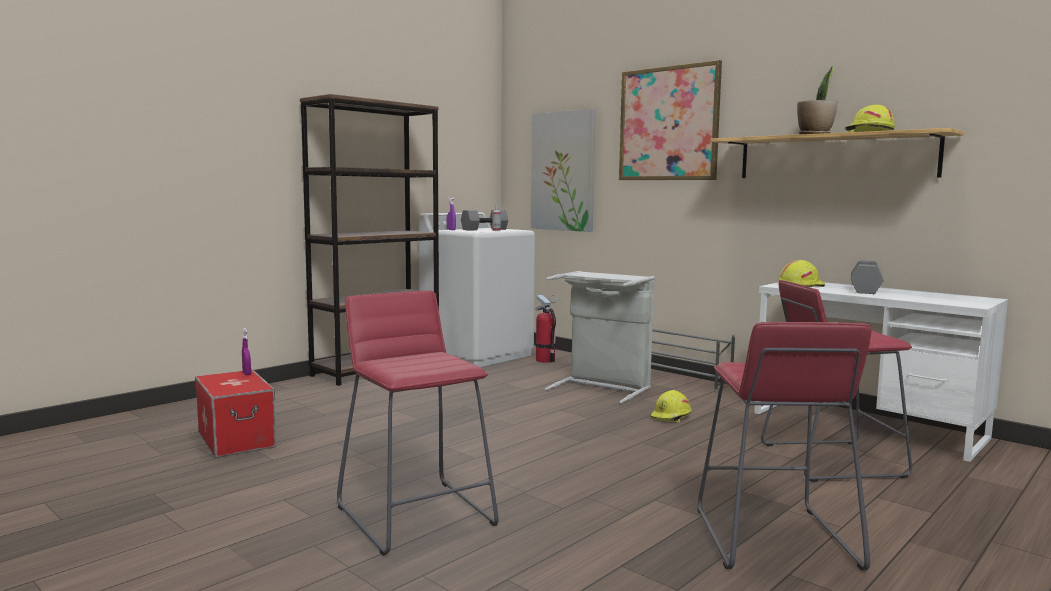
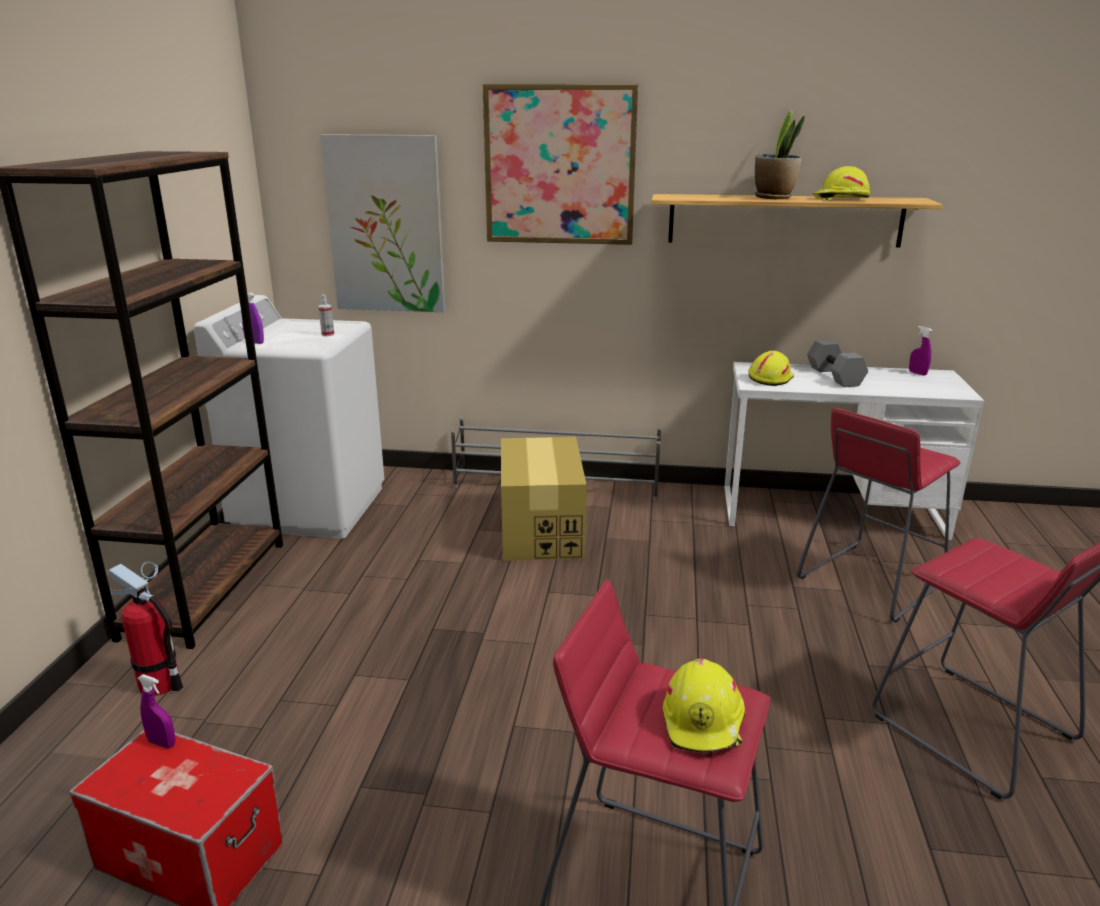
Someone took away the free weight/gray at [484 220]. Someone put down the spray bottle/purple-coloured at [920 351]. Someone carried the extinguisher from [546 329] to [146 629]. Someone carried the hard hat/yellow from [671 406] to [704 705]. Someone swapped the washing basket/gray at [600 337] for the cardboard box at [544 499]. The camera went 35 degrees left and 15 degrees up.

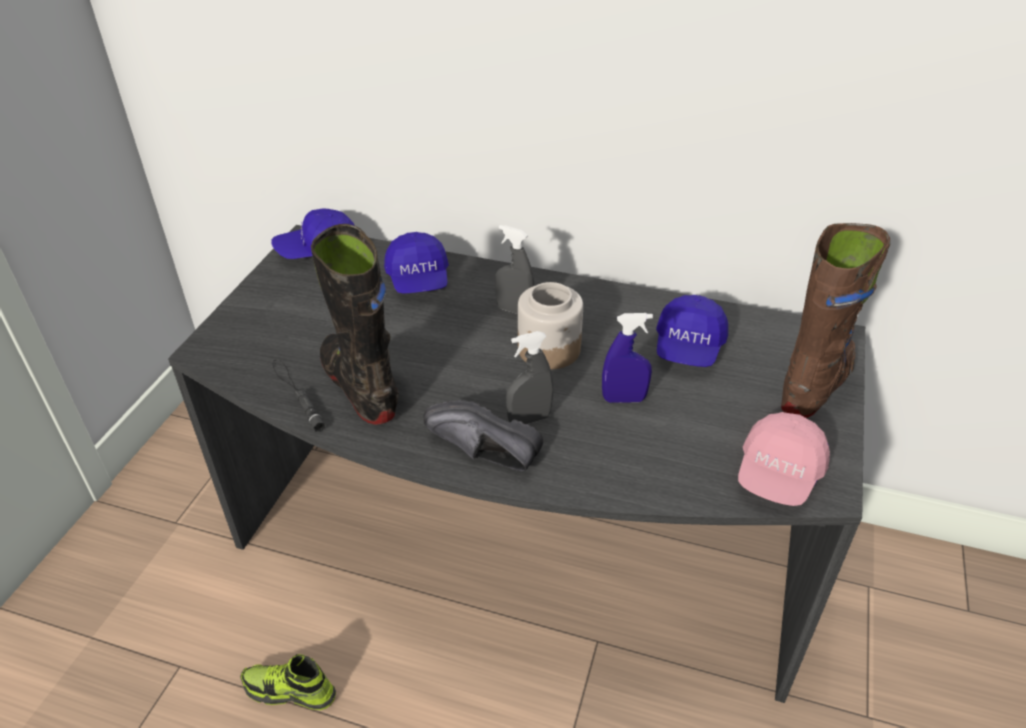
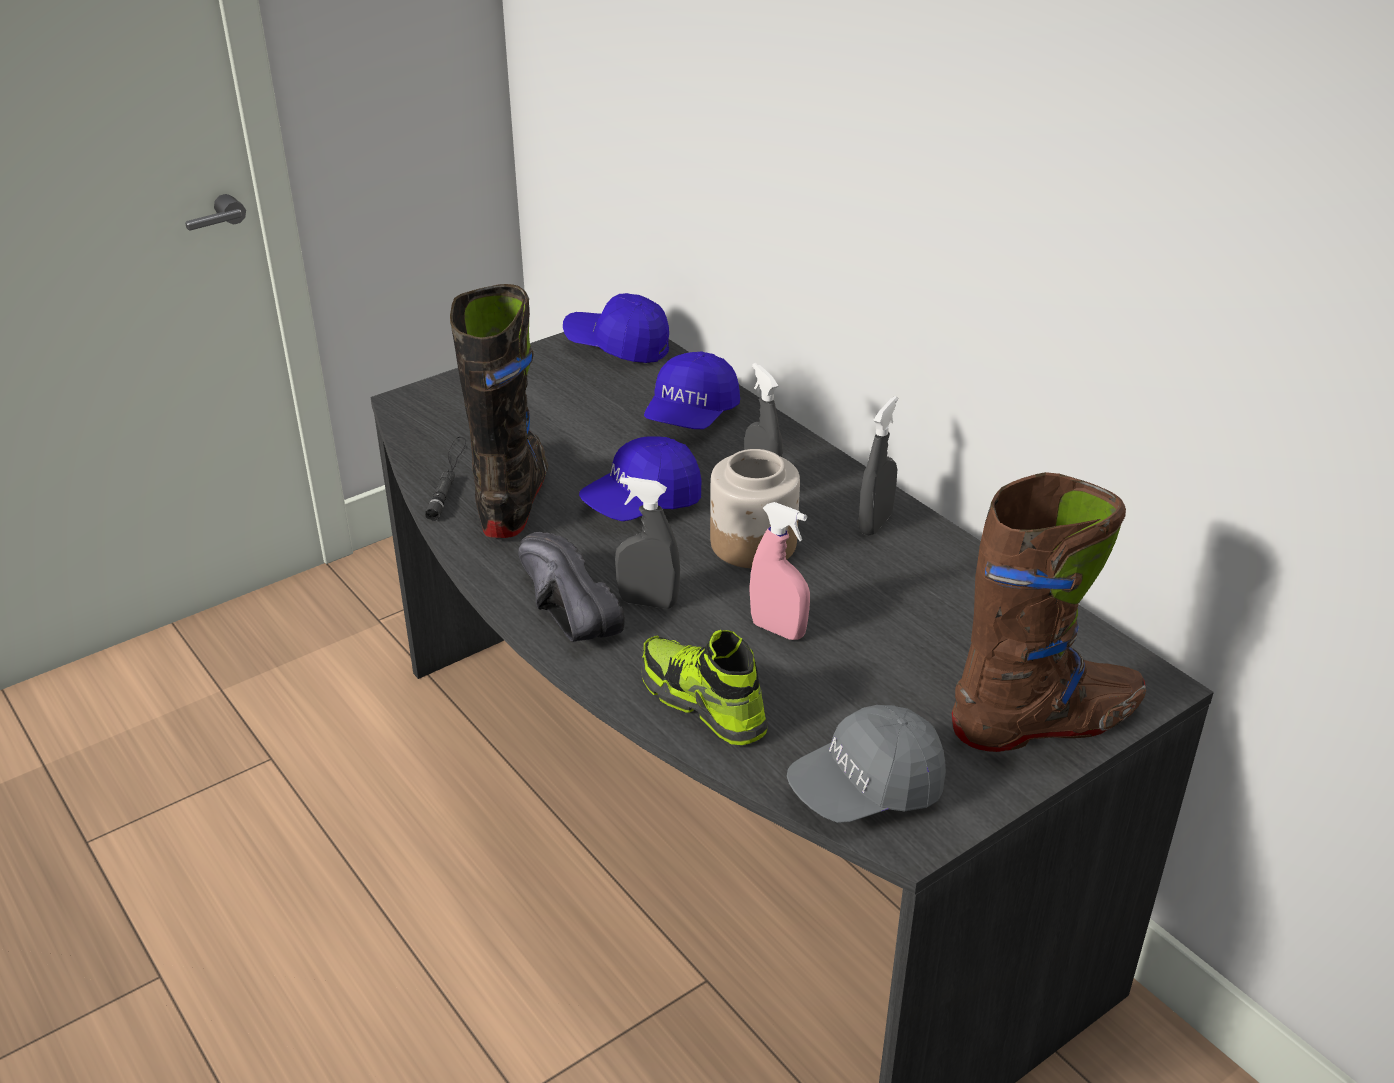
Someone put down the spray bottle/gray at [878 466]. Someone carried the shoe from [288 682] to [704 687]. Someone carried the baseball cap/blue from [692 331] to [640 478]. Someone repainted the spray bottle/blue at [627 358], which became the spray bottle/pink-coloured at [779 571]. Someone repainted the baseball cap/pink-coloured at [784 459], which became the baseball cap/gray at [866 764]. The camera went 35 degrees right and 5 degrees down.

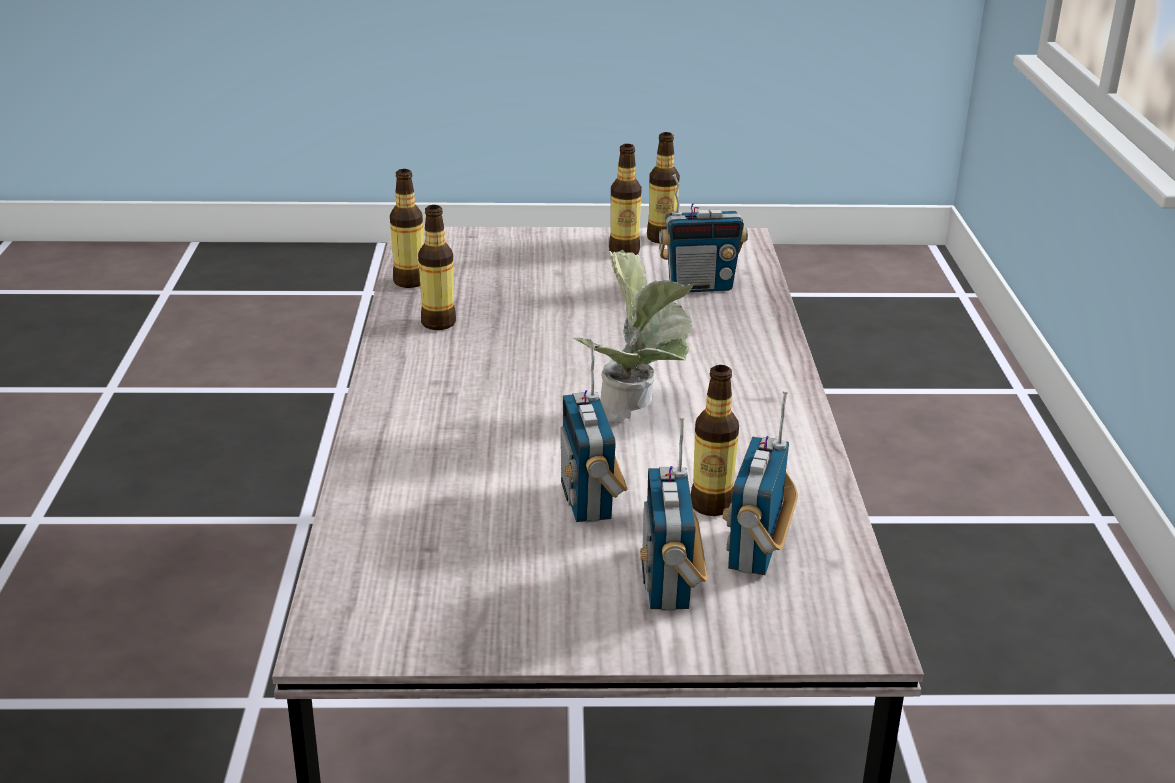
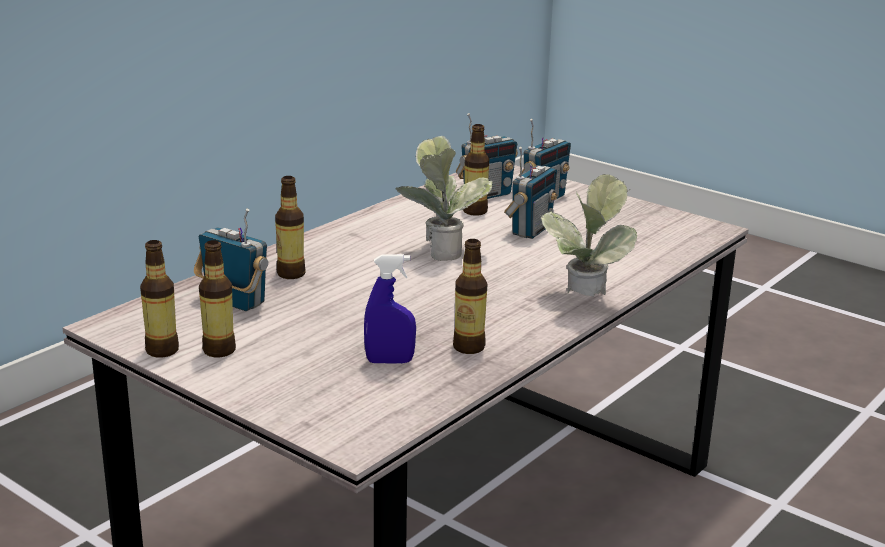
Someone put down the spray bottle/blue at [390 309]. Someone put down the houseplant at [589 235]. Someone carried the beverage bottle from [406 228] to [290 227]. The camera went 140 degrees left and 5 degrees down.

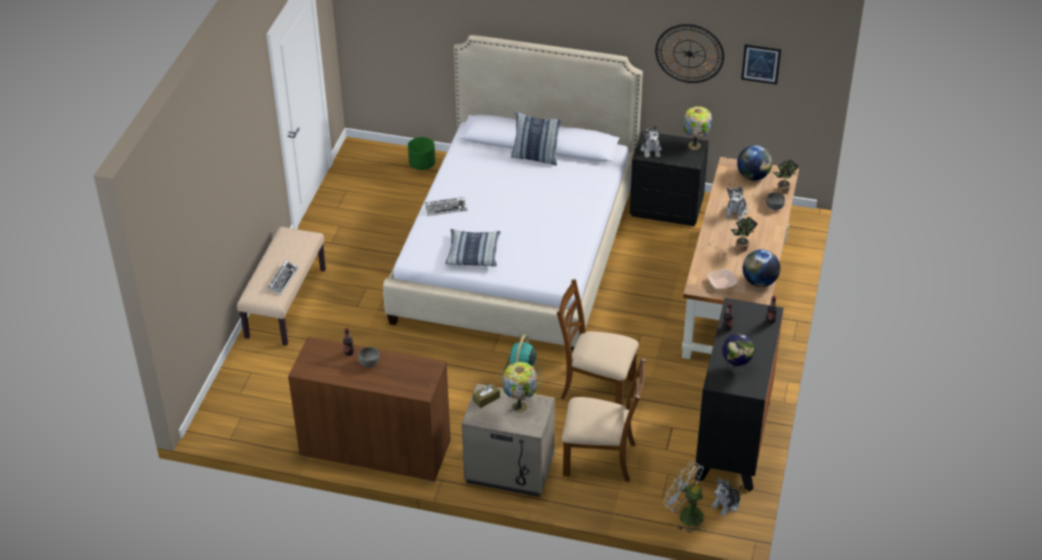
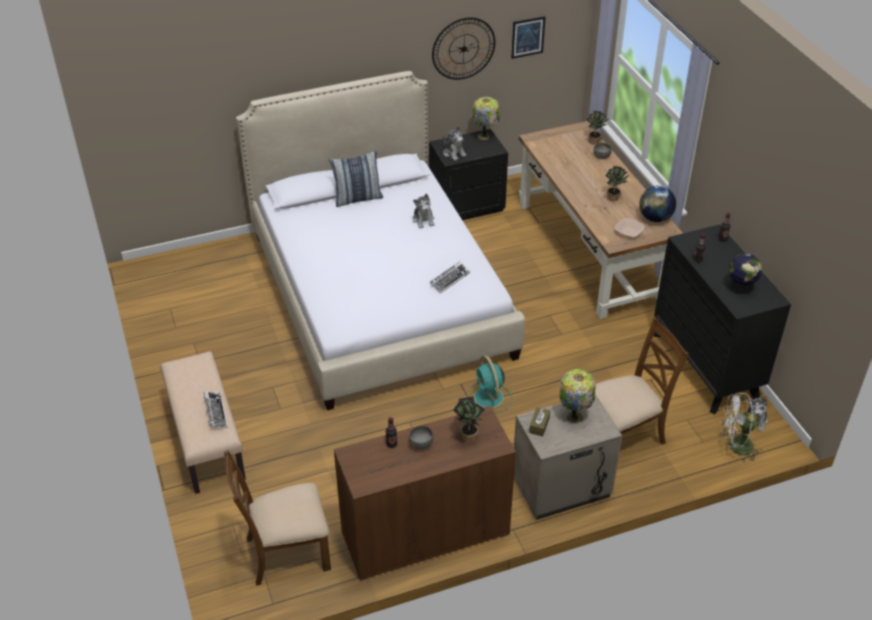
Someone took away the flower pot/green at [421 153]. Someone took away the pillow at [473 247]. Someone took away the globe at [754 163]. Someone put down the houseplant at [469 419]. Someone carried the PC keyboard from [446 206] to [450 277]. Someone carried the upright chair/brown from [598 342] to [277 518]. Someone carried the plush toy from [736 203] to [424 211]. The camera went 35 degrees left and 0 degrees up.

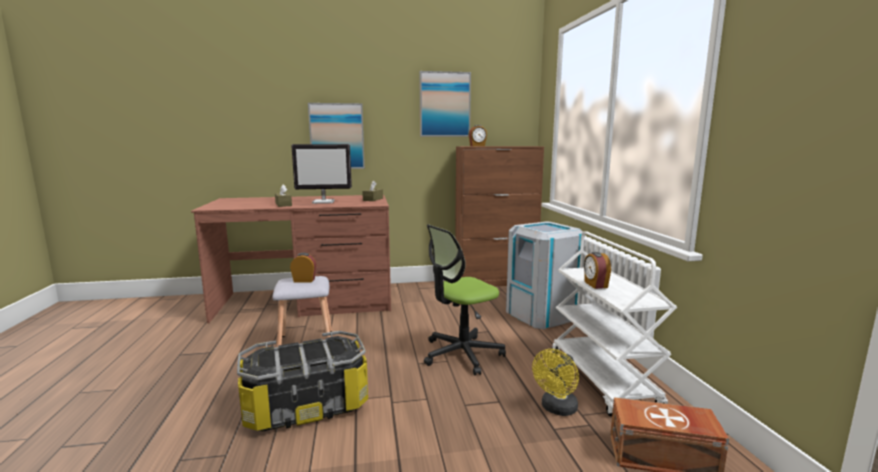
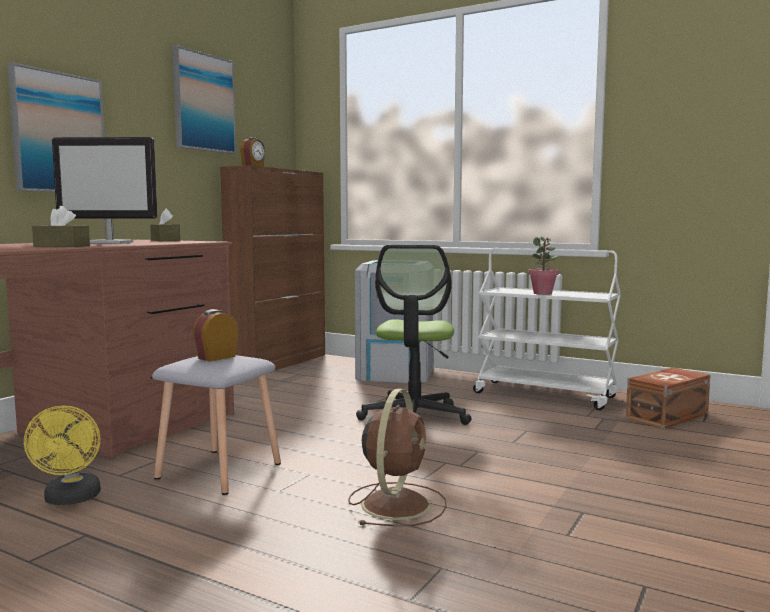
Someone carried the electric fan/yellow from [555 382] to [62 455]. Someone swapped the storage container at [302 381] for the electric fan/brown at [397 457]. Someone swapped the table clock at [597 270] for the houseplant at [543 266]. Someone rotated the computer screen at [321 174] by 60 degrees clockwise. The camera went 50 degrees left and 5 degrees down.

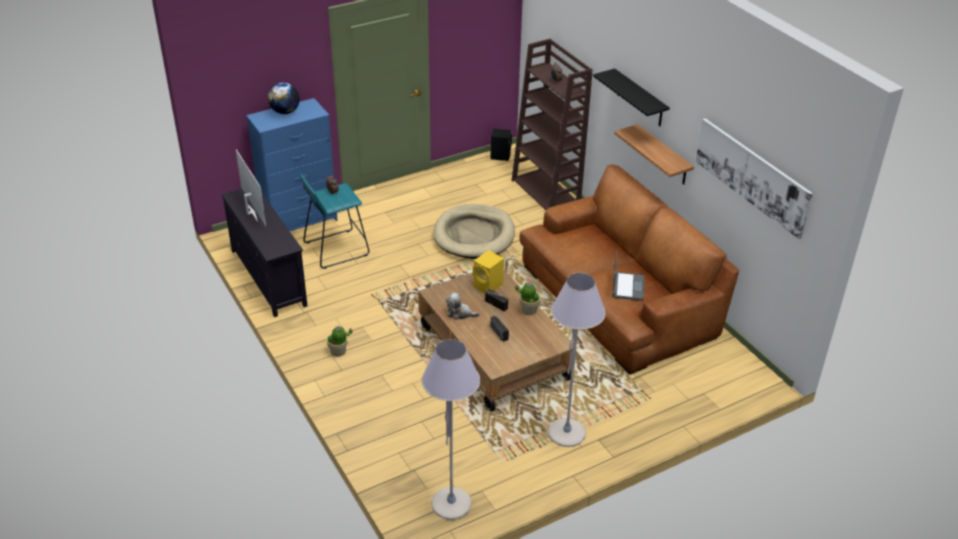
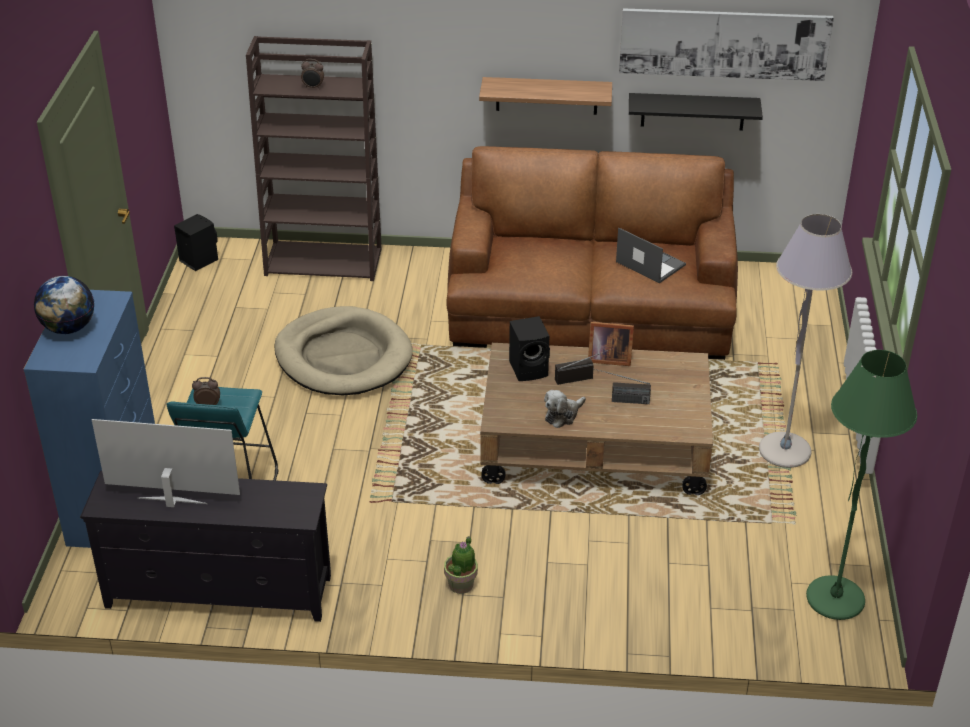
Someone carried the bracket shelf/black-coloured from [631 97] to [696 112]. Someone swapped the houseplant at [528 298] for the photo frame at [611 344]. Someone repainted the floor lamp/gray at [450 429], which became the floor lamp/green at [861 485]. Someone repainted the speaker/yellow at [488 271], which became the speaker/black-coloured at [529 348]. The camera went 55 degrees left and 0 degrees up.

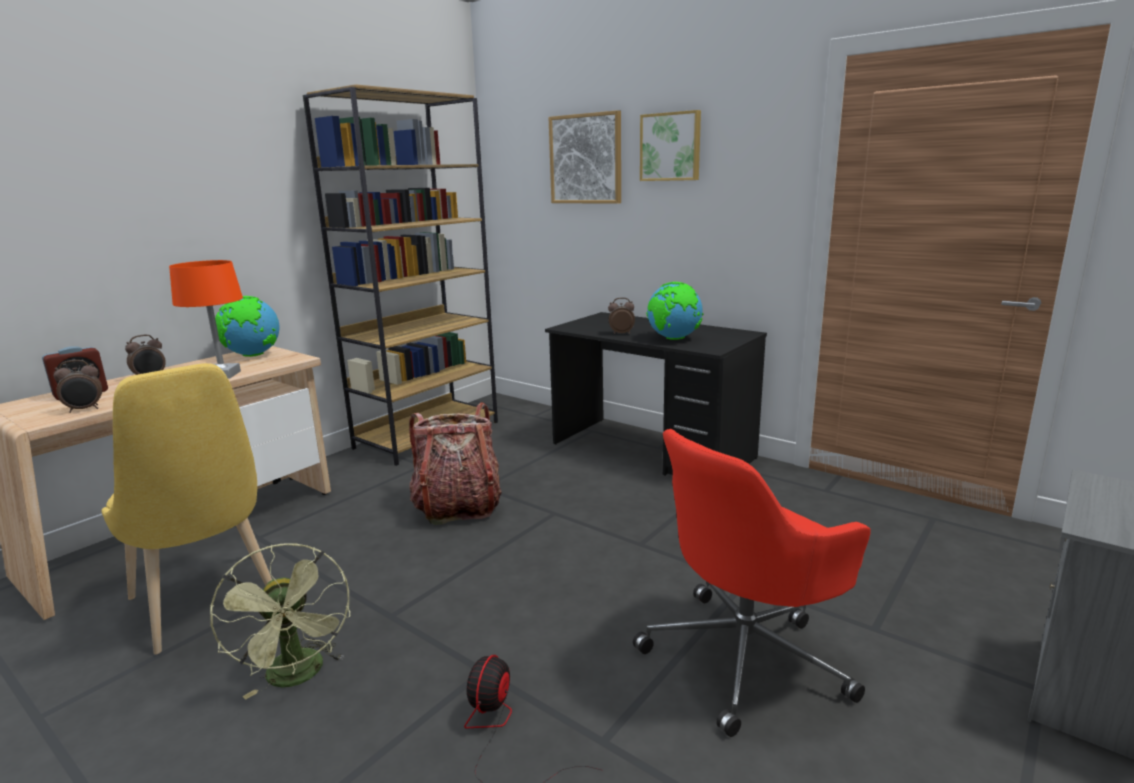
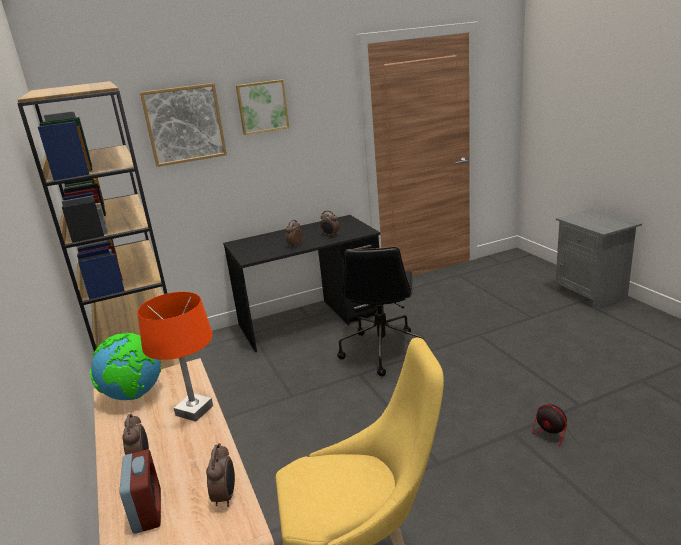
Someone took away the electric fan/green at [280 621]. Someone took away the backpack at [455 463]. Someone took away the office chair/red-coloured at [752 583]. Someone put down the office chair/black-coloured at [380 311]. Someone swapped the globe at [675 311] for the table clock at [329 224]. The camera went 60 degrees left and 5 degrees up.

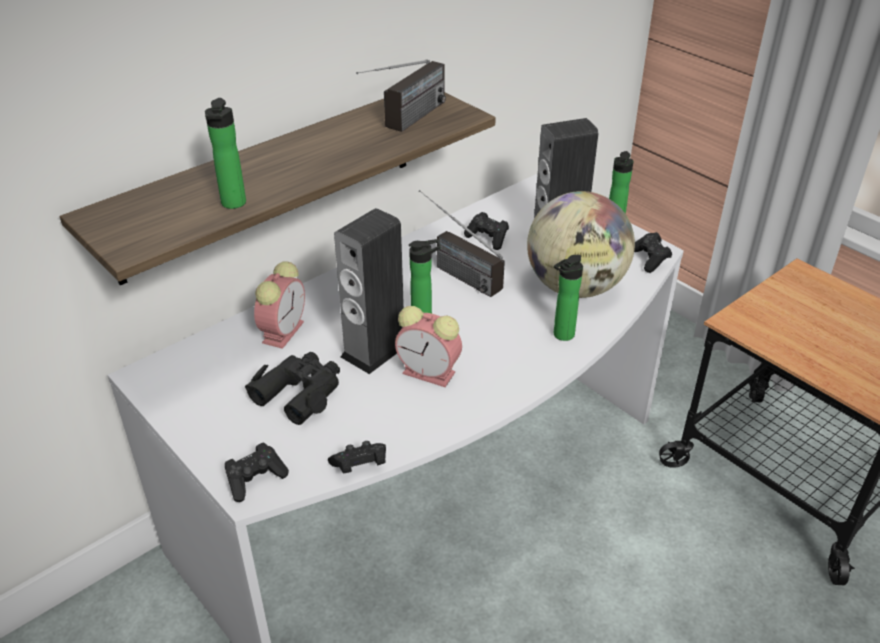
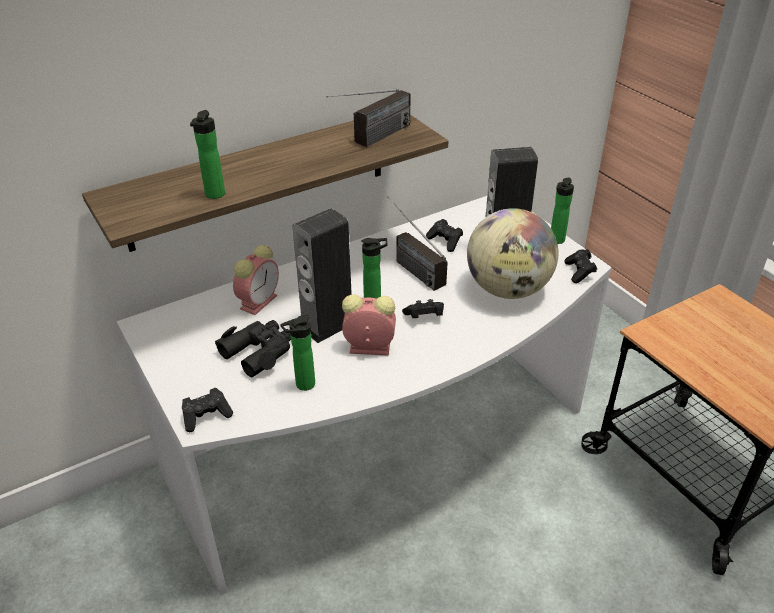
Someone carried the joypad/black-coloured from [357 457] to [423 308]. Someone carried the beverage bottle from [568 298] to [297 353]. Someone rotated the table clock at [428 346] by 150 degrees clockwise. The camera went 10 degrees right and 0 degrees up.

